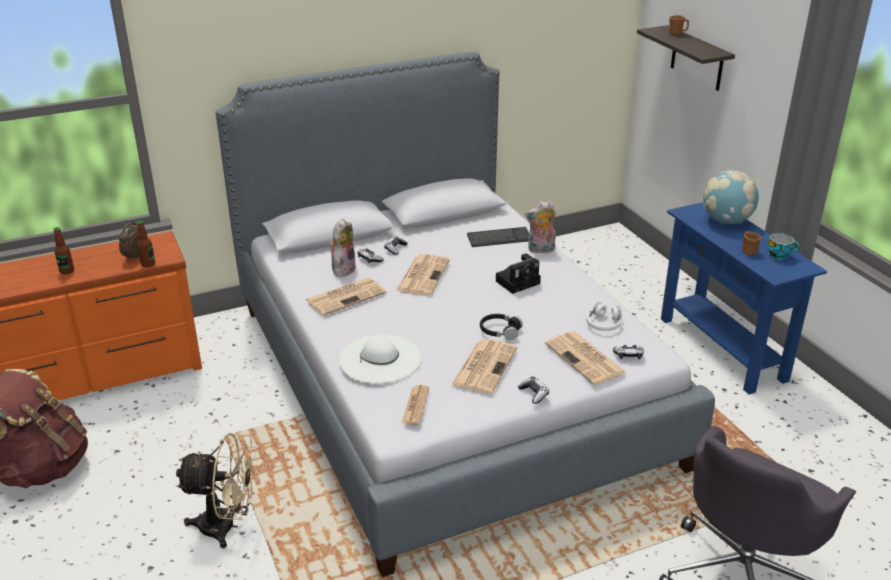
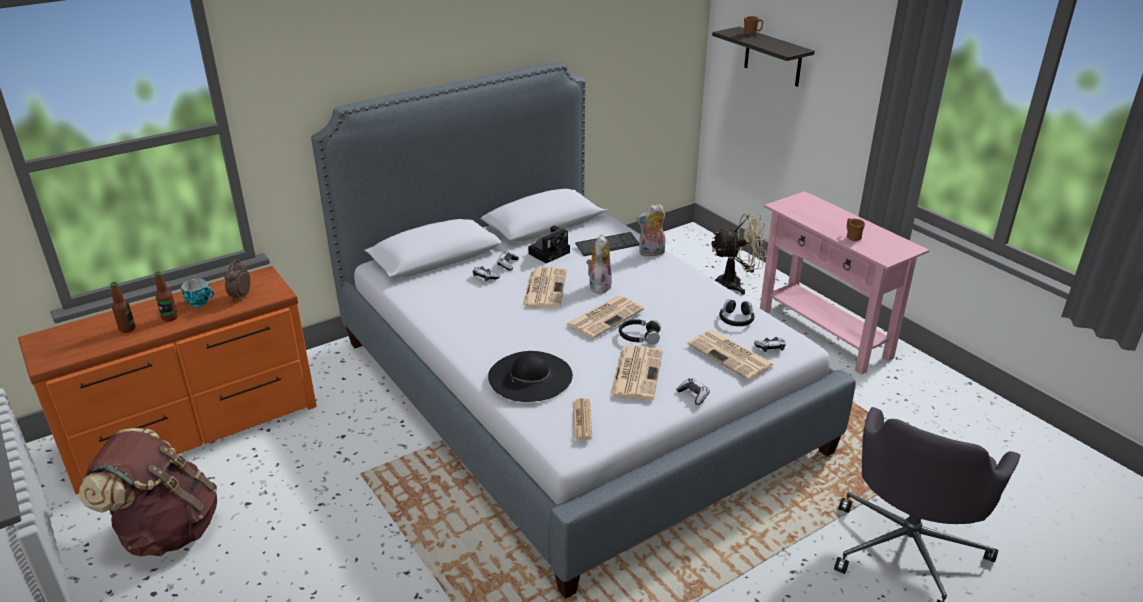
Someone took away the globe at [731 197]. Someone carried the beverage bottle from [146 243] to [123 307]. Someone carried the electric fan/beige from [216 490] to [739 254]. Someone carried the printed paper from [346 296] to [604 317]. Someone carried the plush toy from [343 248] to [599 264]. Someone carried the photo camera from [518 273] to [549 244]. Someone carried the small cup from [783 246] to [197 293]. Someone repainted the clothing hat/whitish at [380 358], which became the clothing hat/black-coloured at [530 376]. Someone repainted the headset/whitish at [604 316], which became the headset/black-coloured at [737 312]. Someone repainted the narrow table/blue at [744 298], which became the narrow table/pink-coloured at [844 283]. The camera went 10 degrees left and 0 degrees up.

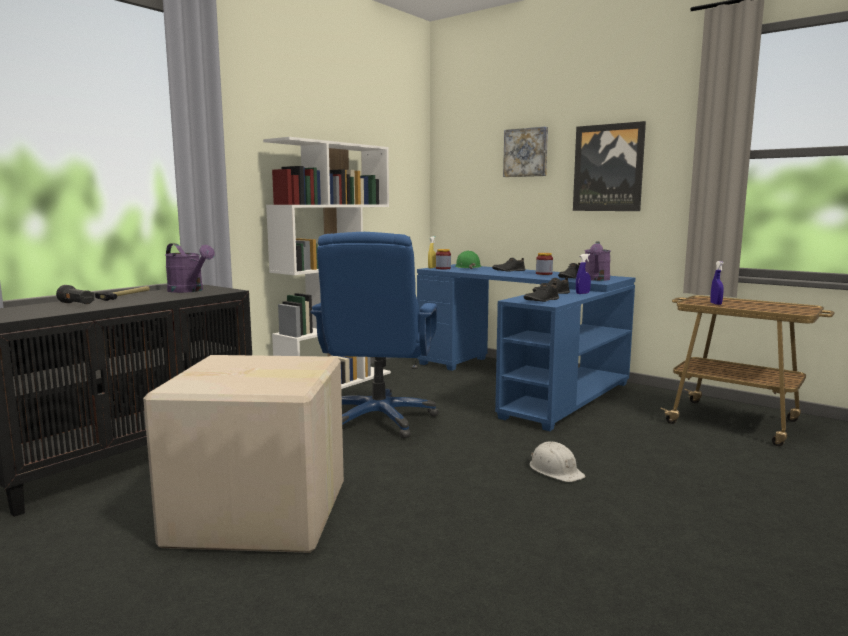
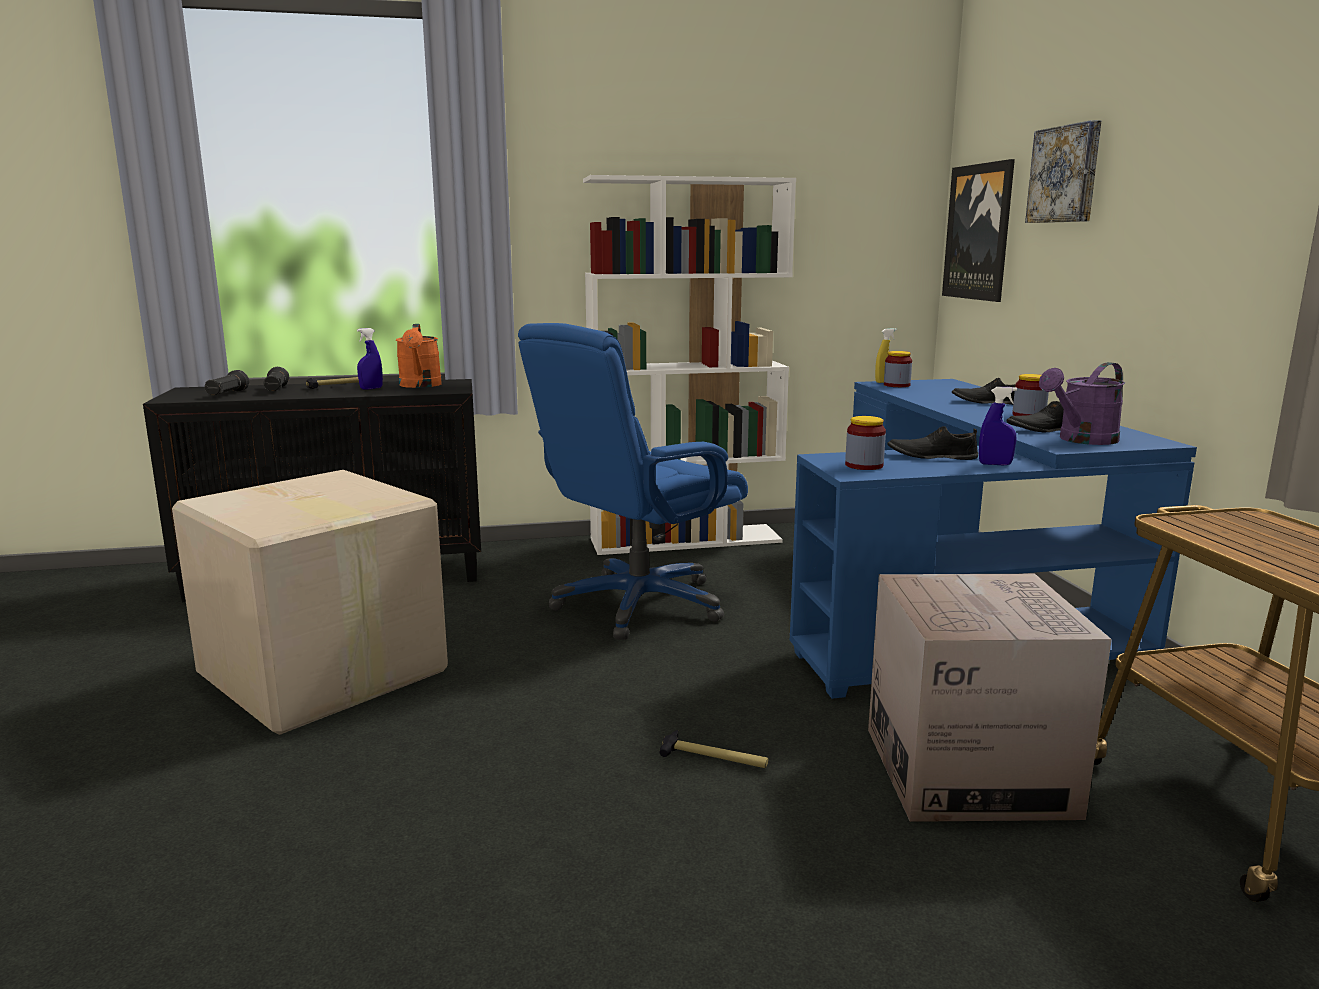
Someone took away the hard hat/green at [468 260]. Someone put down the torch/black-coloured at [227 383]. Someone put down the cardboard box at [990 698]. Someone carried the picture from [609 166] to [978 230]. Someone carried the spray bottle/blue from [717 283] to [370 359]. Someone swapped the shoe/black-coloured at [541 292] for the jar at [865 443]. Someone swapped the hard hat/whitish at [557 462] for the tool hammer at [713 749]. Someone repainted the watering can/purple-coloured at [190 268], which became the watering can/orange at [419 356]. The camera went 40 degrees right and 5 degrees up.

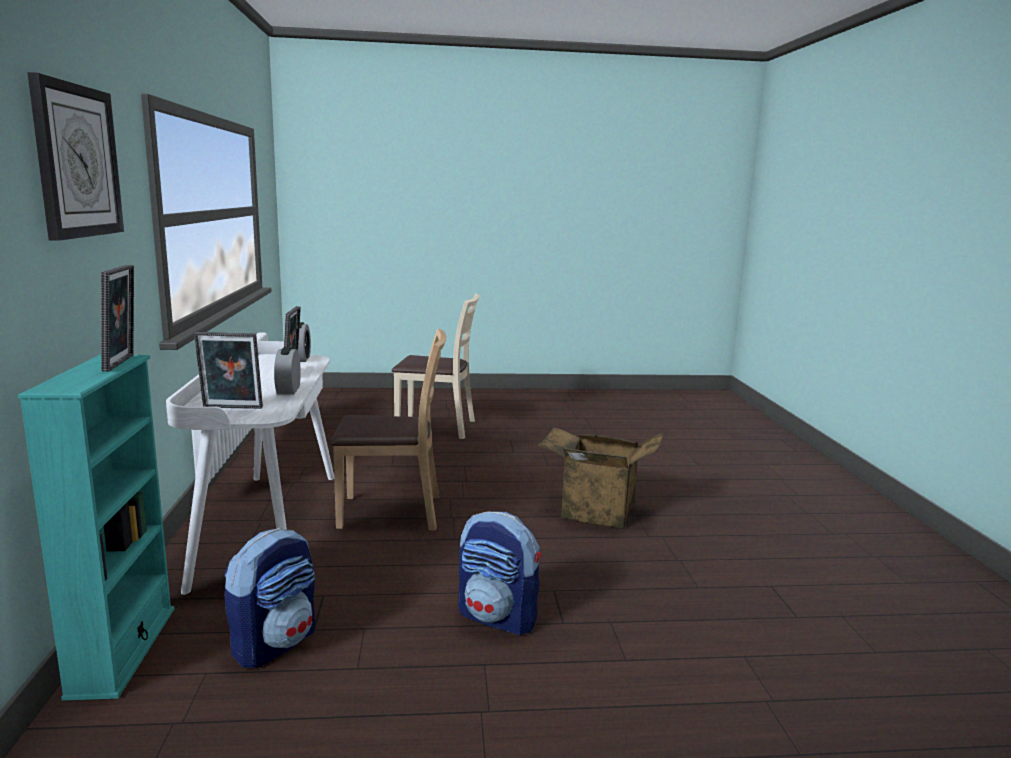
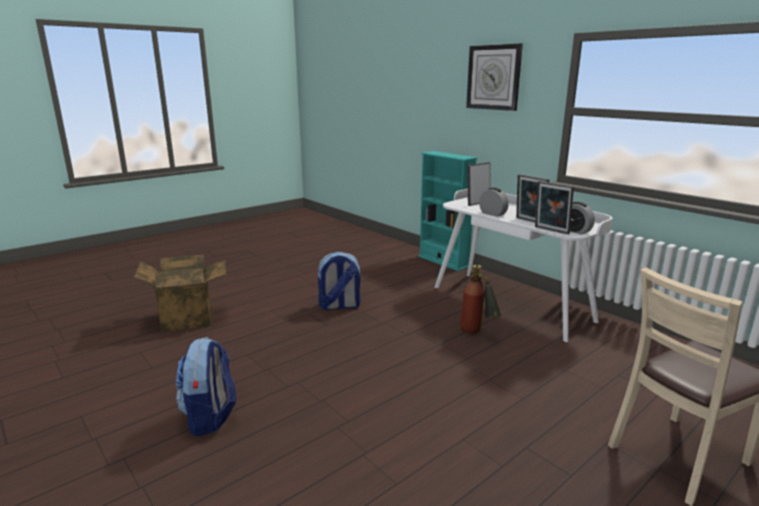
Someone carried the photo frame from [117 318] to [554 207]. Someone carried the backpack from [269 598] to [206 386]. Someone carried the cardboard box from [600 477] to [179 293]. Someone swapped the upright chair/brown at [388 430] for the extinguisher at [480 299]. The camera went 145 degrees right and 5 degrees up.

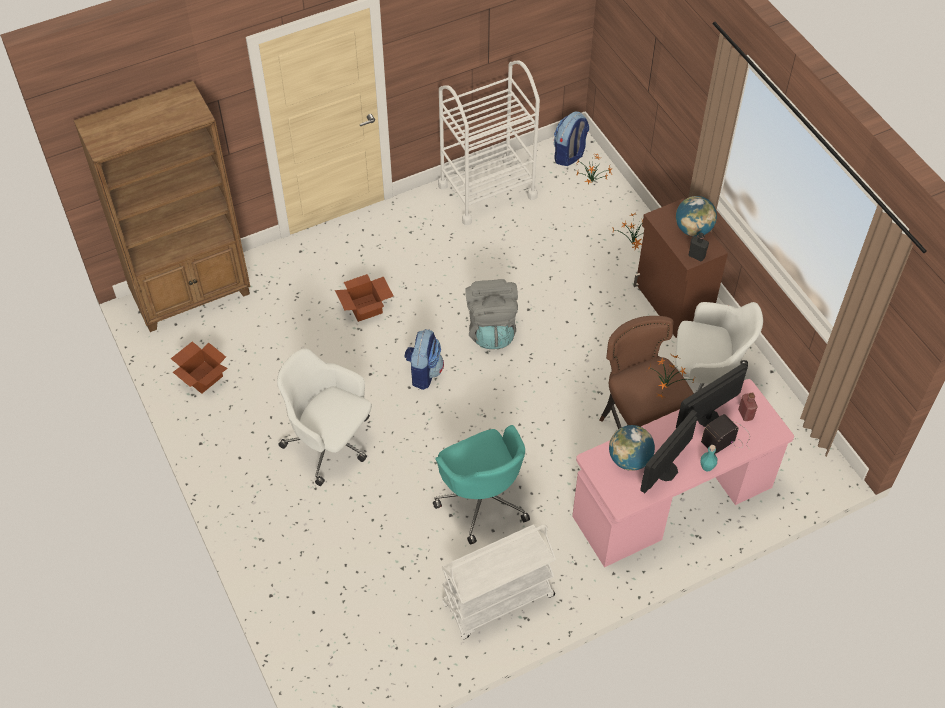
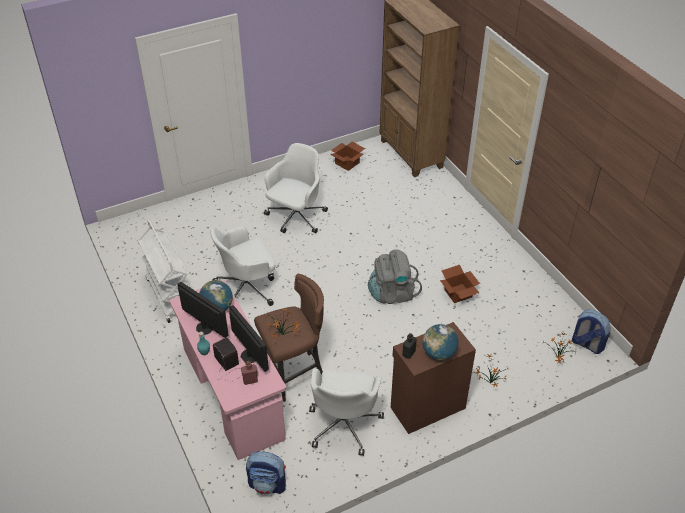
Someone took away the wheeled cart/whitish at [489 142]. Someone carried the cardboard box from [364 298] to [460 284]. Someone carried the backpack from [424 359] to [266 473]. Someone repainted the office chair/turquoise at [481 485], which became the office chair/whitish at [242 266]. The camera went 90 degrees right and 10 degrees down.

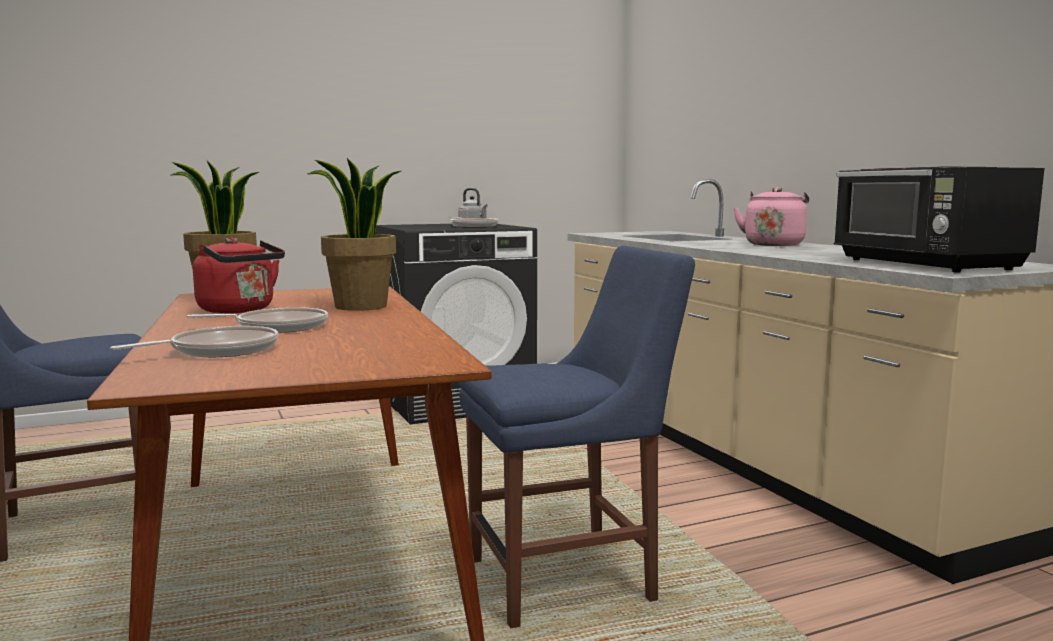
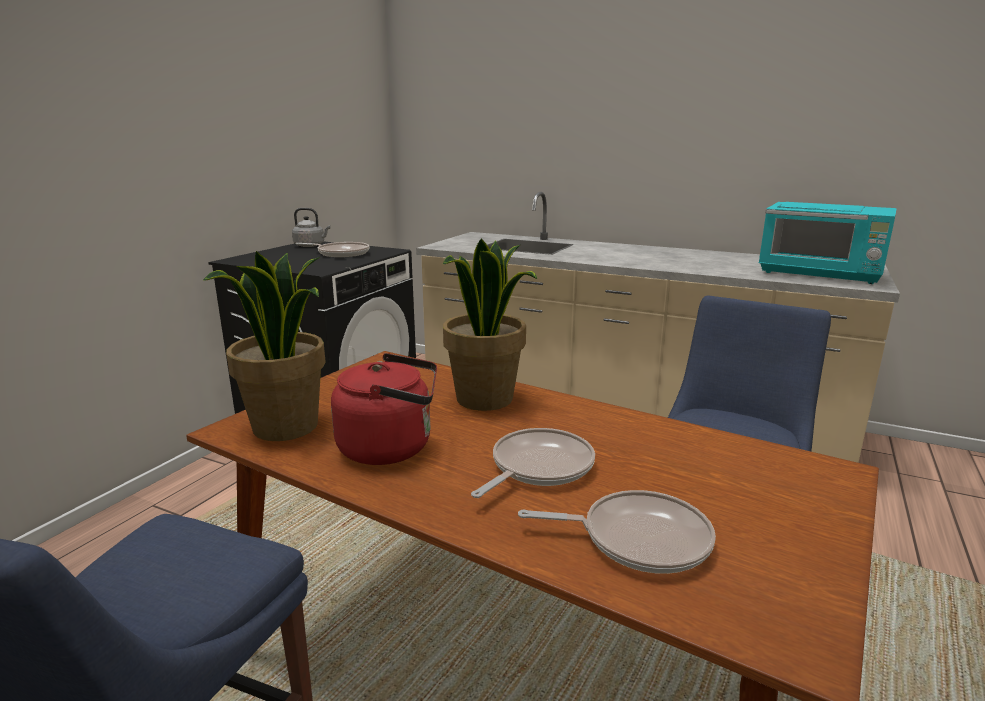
Someone took away the water kettle/pink-coloured at [771 216]. Someone repainted the microwave oven/black-coloured at [939 219], which became the microwave oven/turquoise at [828 243]. Someone rotated the pan at [194 341] by 90 degrees clockwise. The camera went 40 degrees left and 10 degrees up.

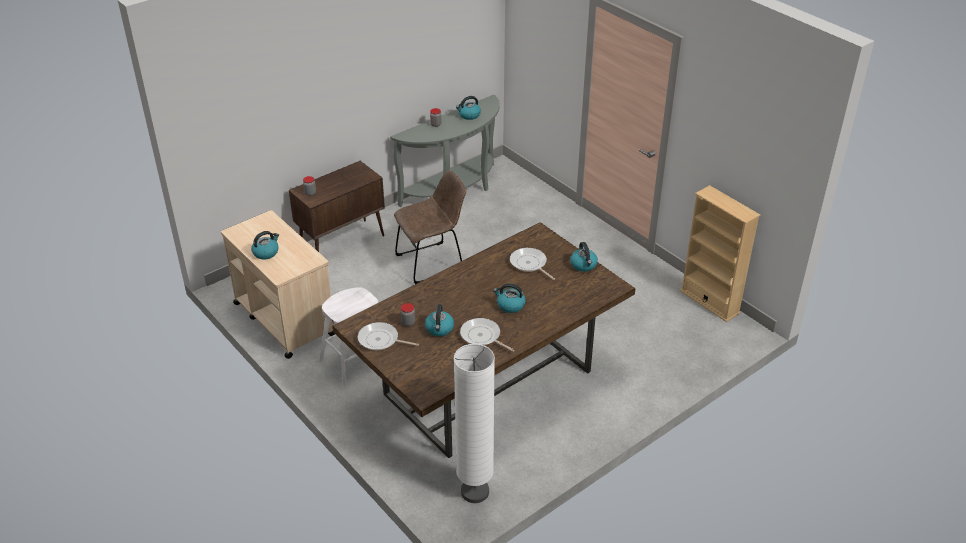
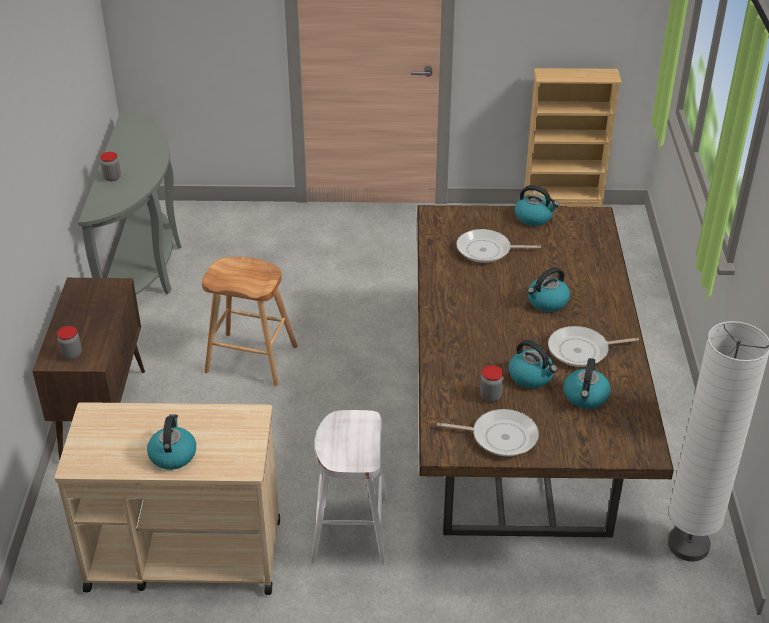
Someone carried the water kettle from [468 108] to [587 383]. Someone swapped the upright chair/brown at [430 227] for the stool seat/brown at [249 321]. Someone rotated the pan at [388 336] by 135 degrees counterclockwise. The camera went 50 degrees left and 0 degrees up.

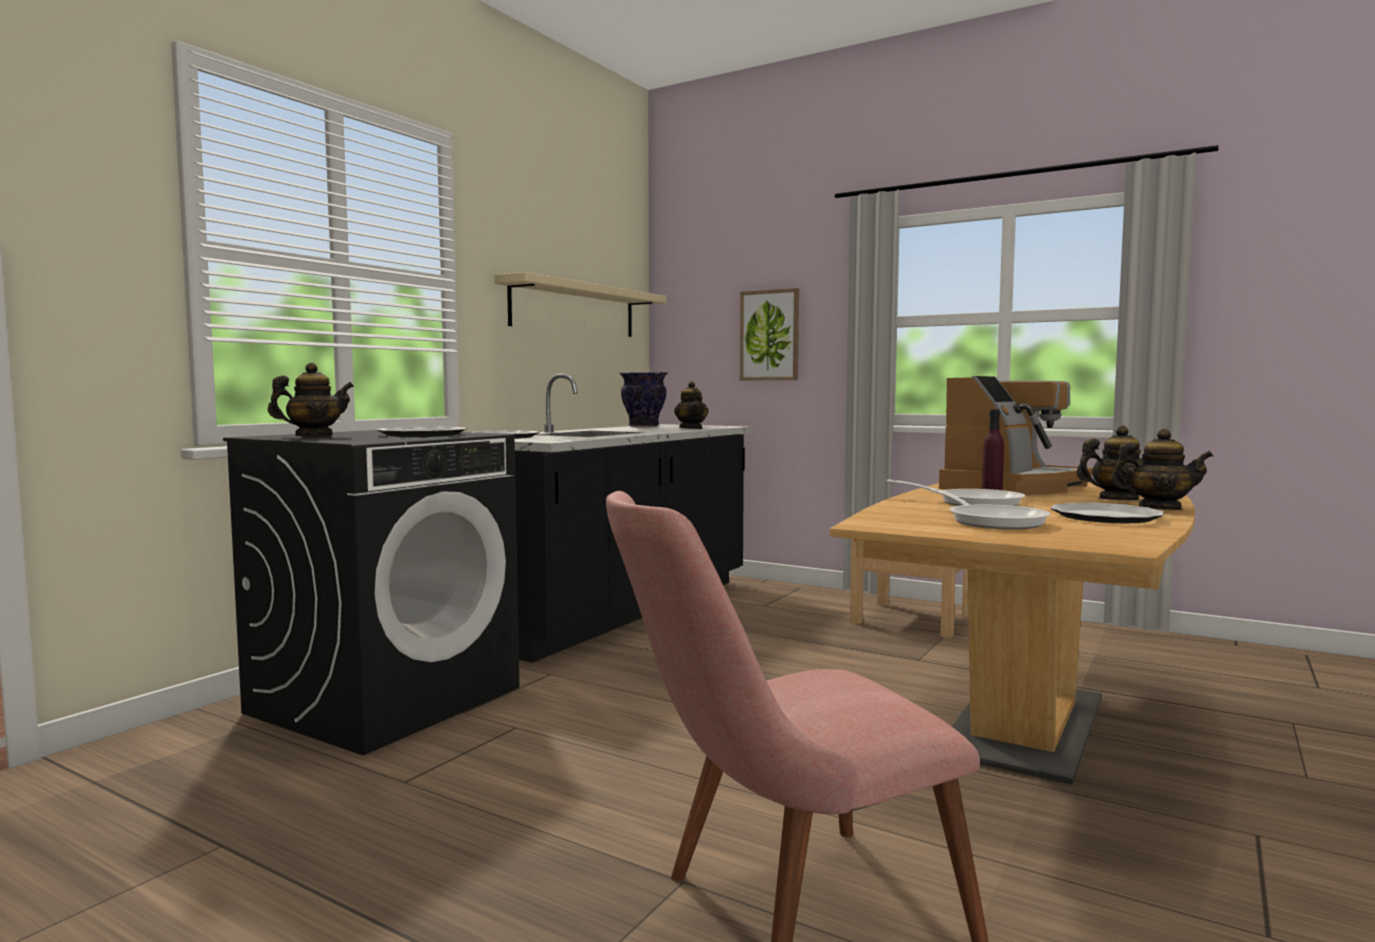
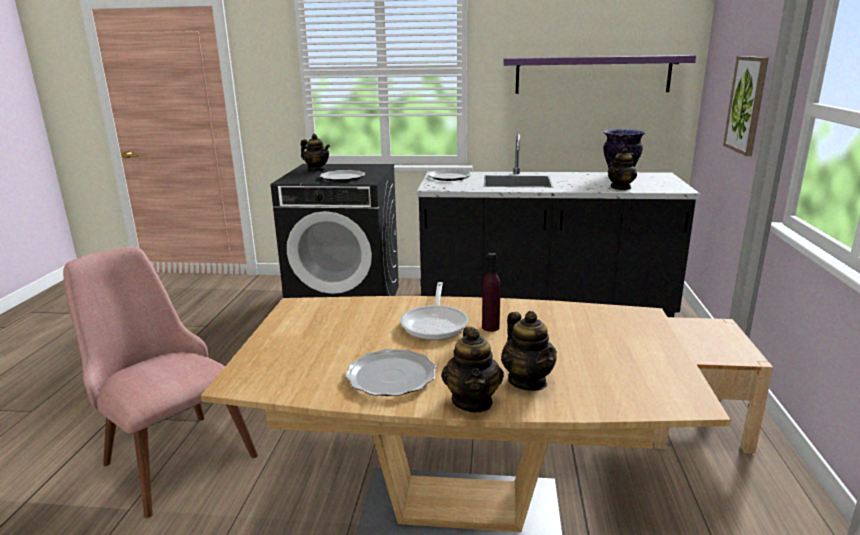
Someone took away the pan at [990 509]. Someone took away the coffee brewer at [1016 435]. Someone repainted the bracket shelf/beige at [580 304], which became the bracket shelf/purple-coloured at [599 74]. The camera went 65 degrees right and 15 degrees up.

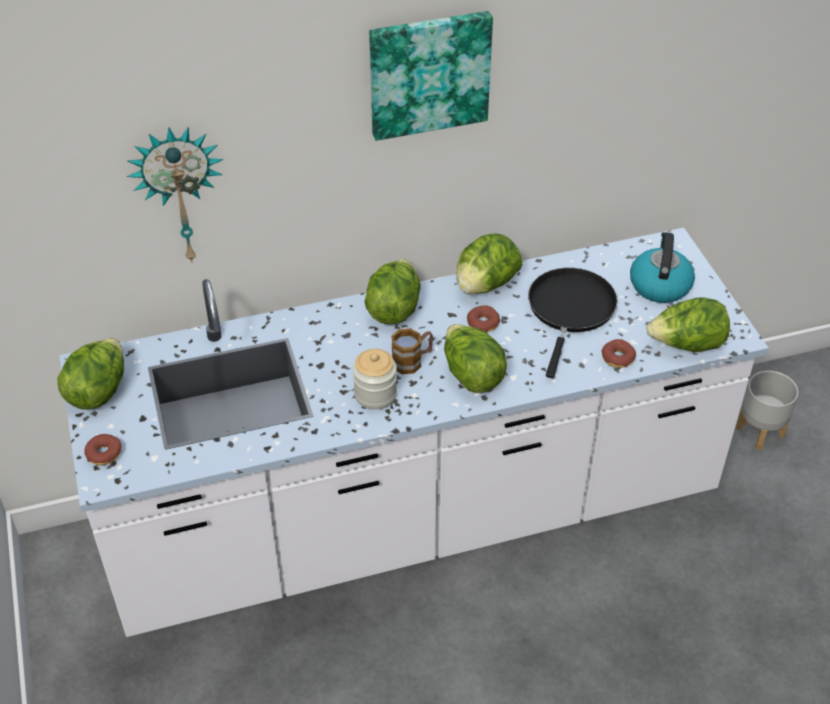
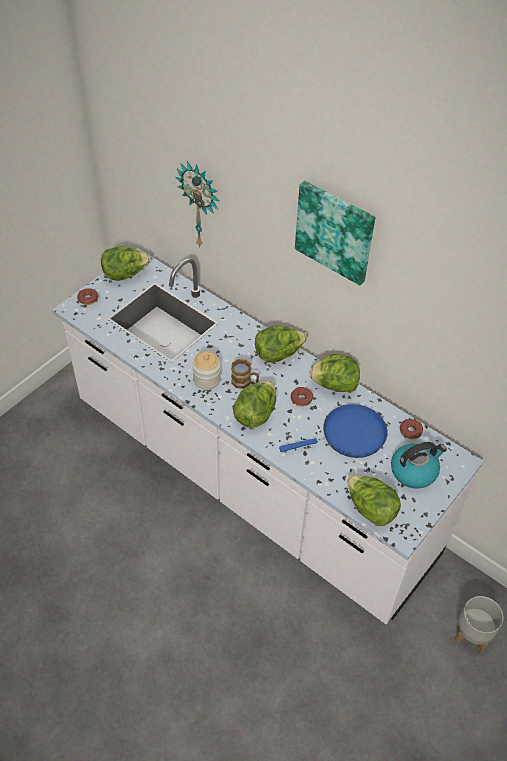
Someone carried the ring doughnut from [618 353] to [411 429]. Someone repainted the pan/black-coloured at [573 323], which became the pan/blue at [333 431]. The camera went 55 degrees right and 5 degrees up.

